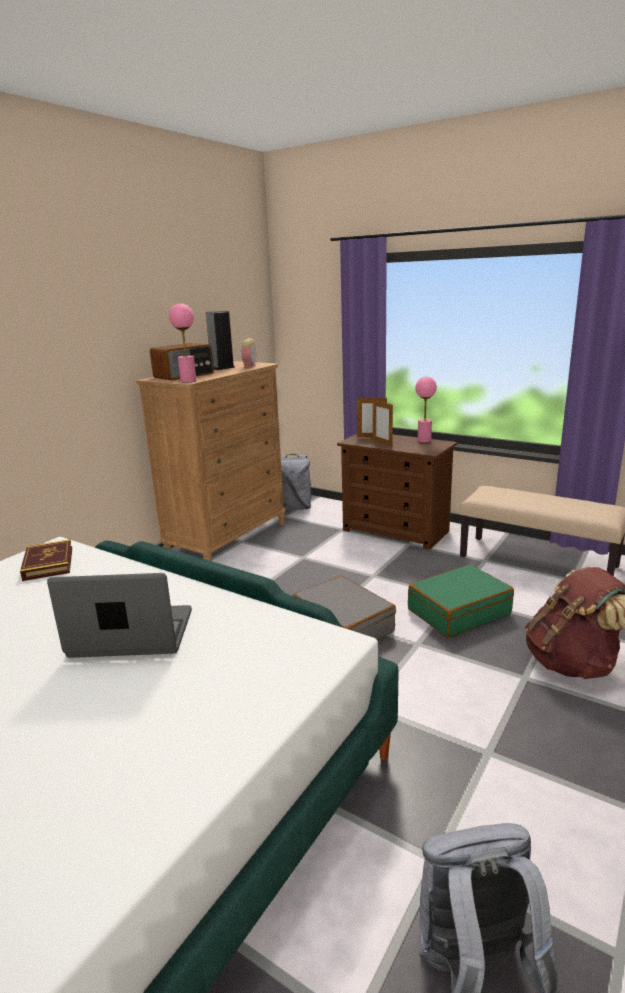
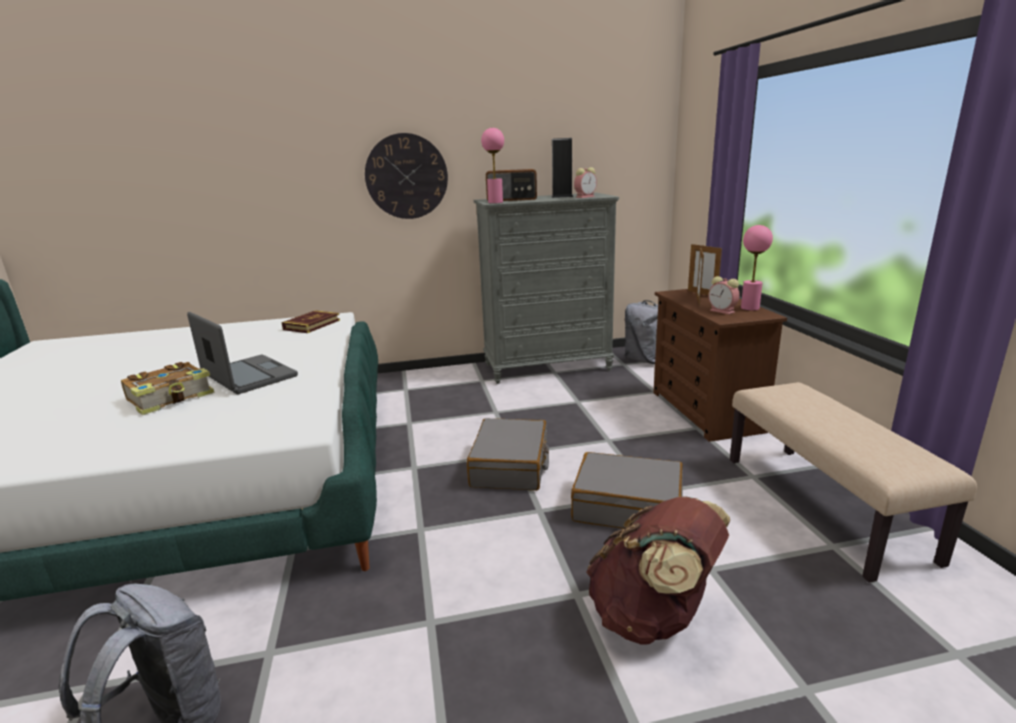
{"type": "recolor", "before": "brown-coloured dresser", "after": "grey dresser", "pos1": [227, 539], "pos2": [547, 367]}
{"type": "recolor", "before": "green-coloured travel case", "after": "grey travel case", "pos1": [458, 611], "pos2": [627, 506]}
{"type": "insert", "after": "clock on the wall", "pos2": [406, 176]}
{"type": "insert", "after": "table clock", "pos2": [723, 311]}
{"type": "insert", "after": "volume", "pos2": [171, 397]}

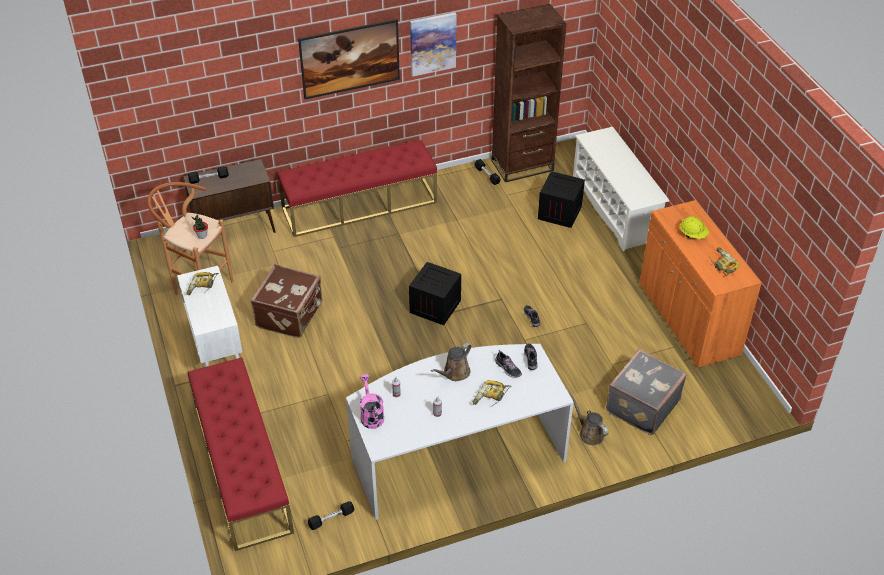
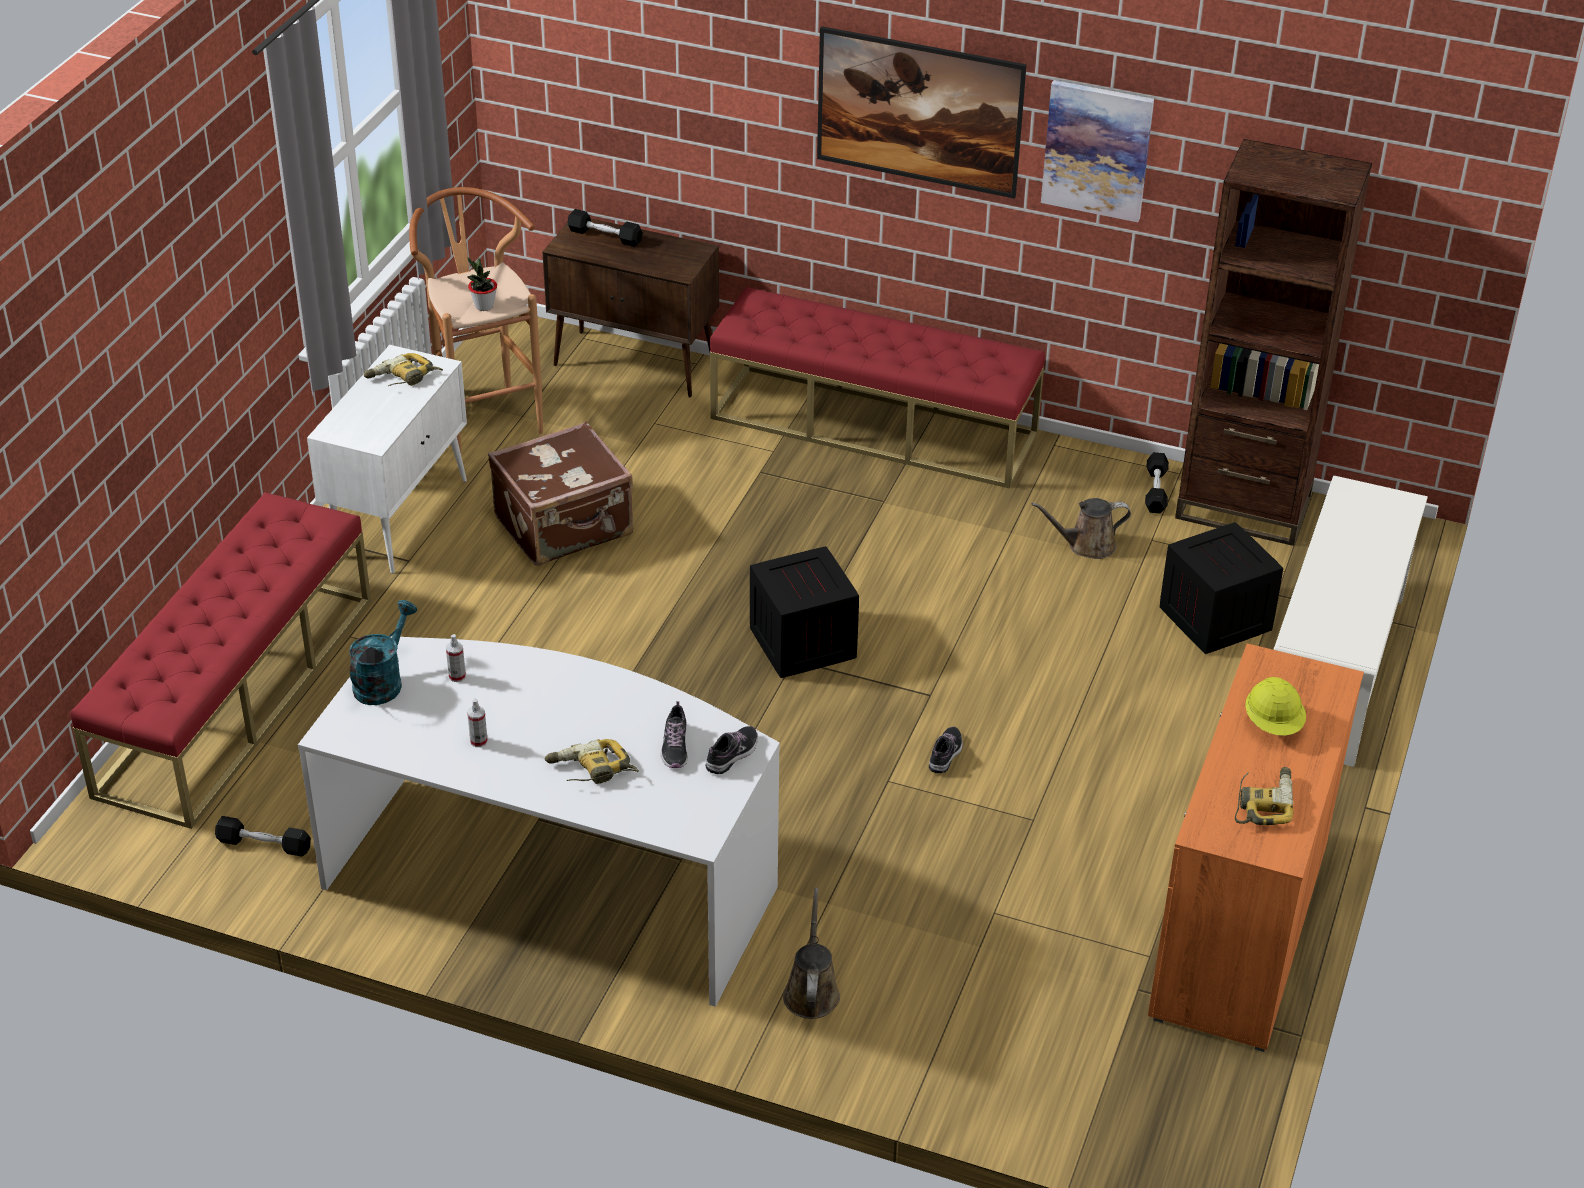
{"type": "move", "before": "brown-coloured watering can", "pos1": [454, 373], "pos2": [1086, 545]}
{"type": "delete", "before": "grey travel case", "pos1": [641, 405]}
{"type": "recolor", "before": "pinkish watering can", "after": "blue-green watering can", "pos1": [371, 414], "pos2": [382, 681]}

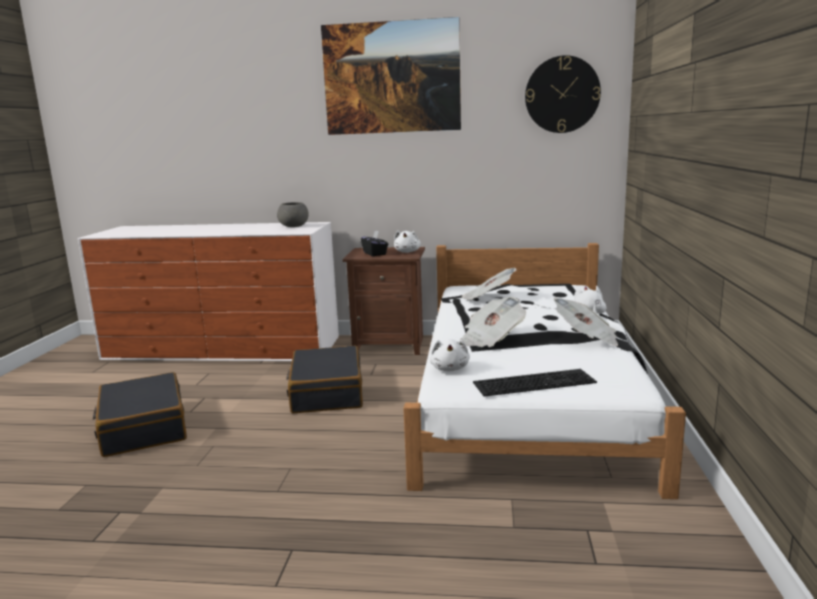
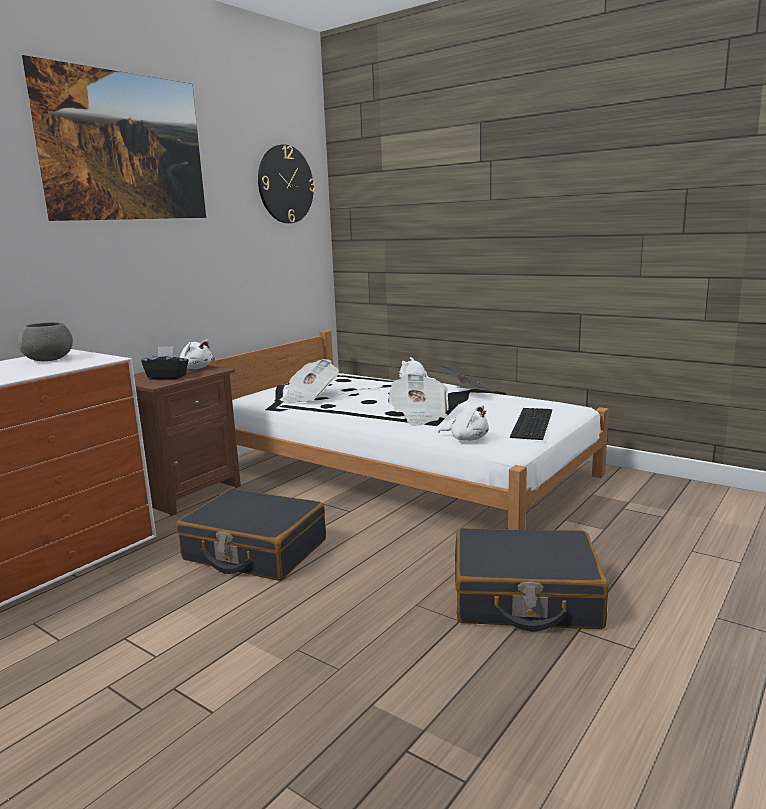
{"type": "move", "before": "black-coloured travel case", "pos1": [143, 428], "pos2": [525, 598]}

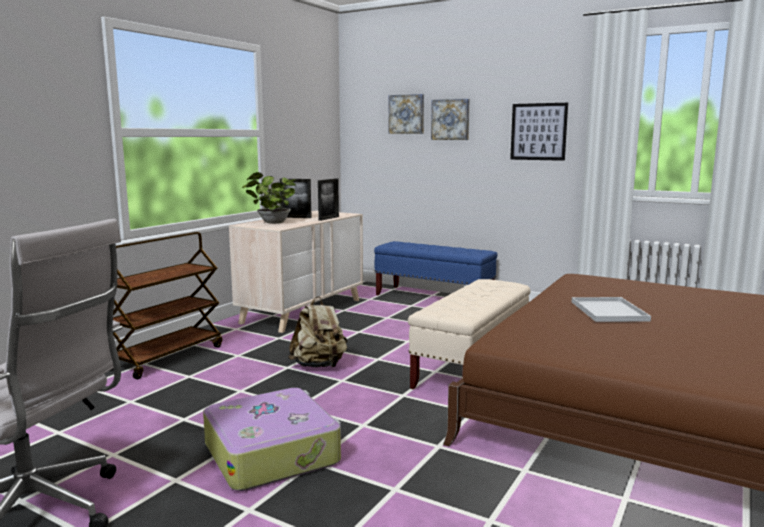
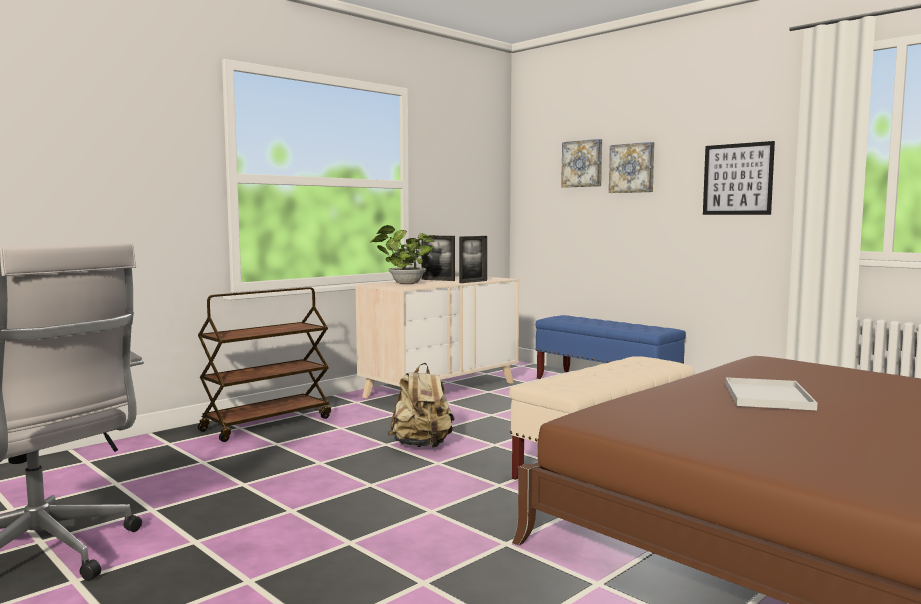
{"type": "delete", "before": "travel case", "pos1": [272, 453]}

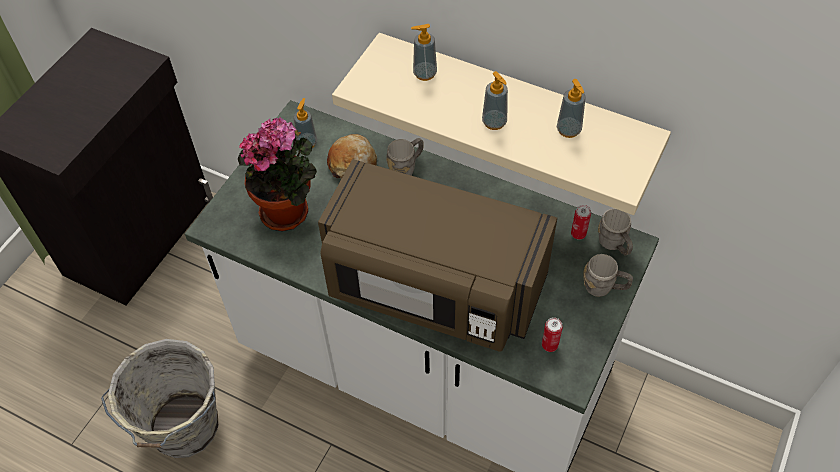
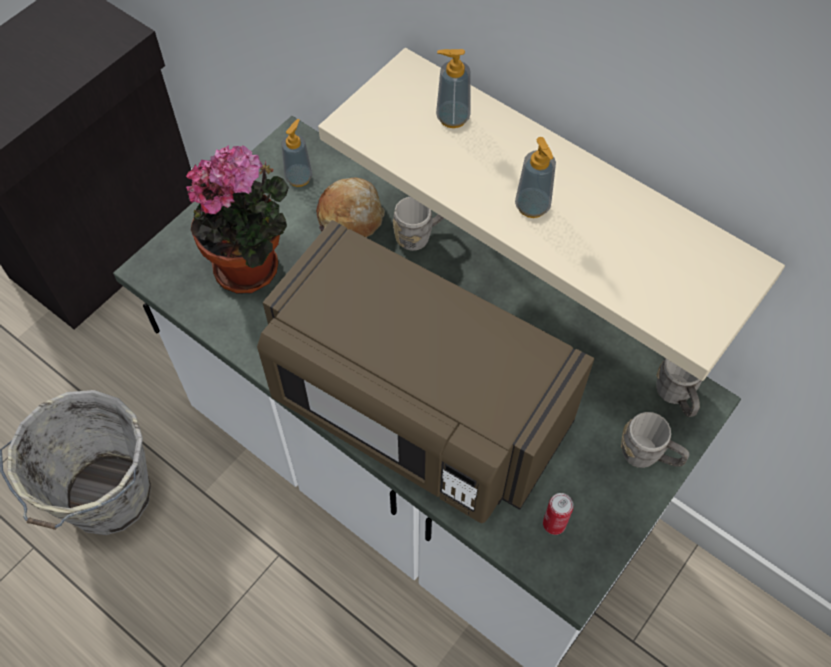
{"type": "delete", "before": "liquid soap bottle", "pos1": [568, 130]}
{"type": "delete", "before": "can", "pos1": [578, 234]}

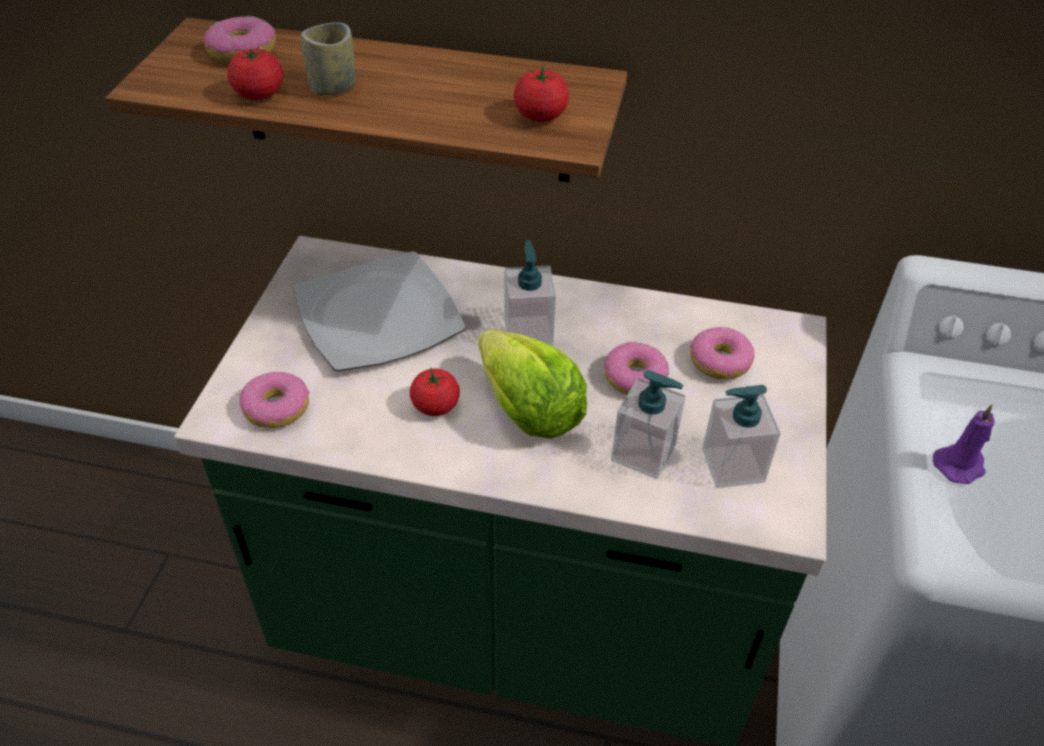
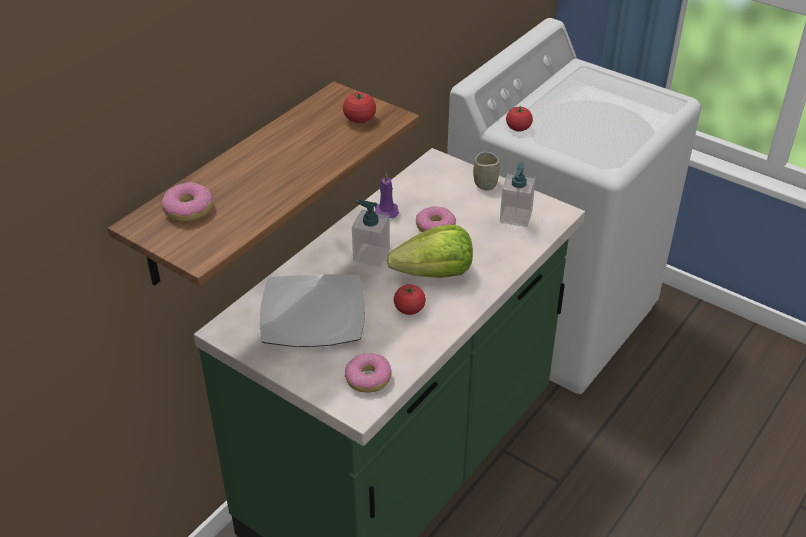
{"type": "move", "before": "cup", "pos1": [333, 87], "pos2": [485, 184]}
{"type": "move", "before": "fresh tomato", "pos1": [259, 94], "pos2": [518, 128]}
{"type": "delete", "before": "ring doughnut", "pos1": [720, 362]}
{"type": "delete", "before": "liquid soap bottle", "pos1": [644, 453]}
{"type": "move", "before": "purplish wax candle", "pos1": [960, 465], "pos2": [386, 211]}

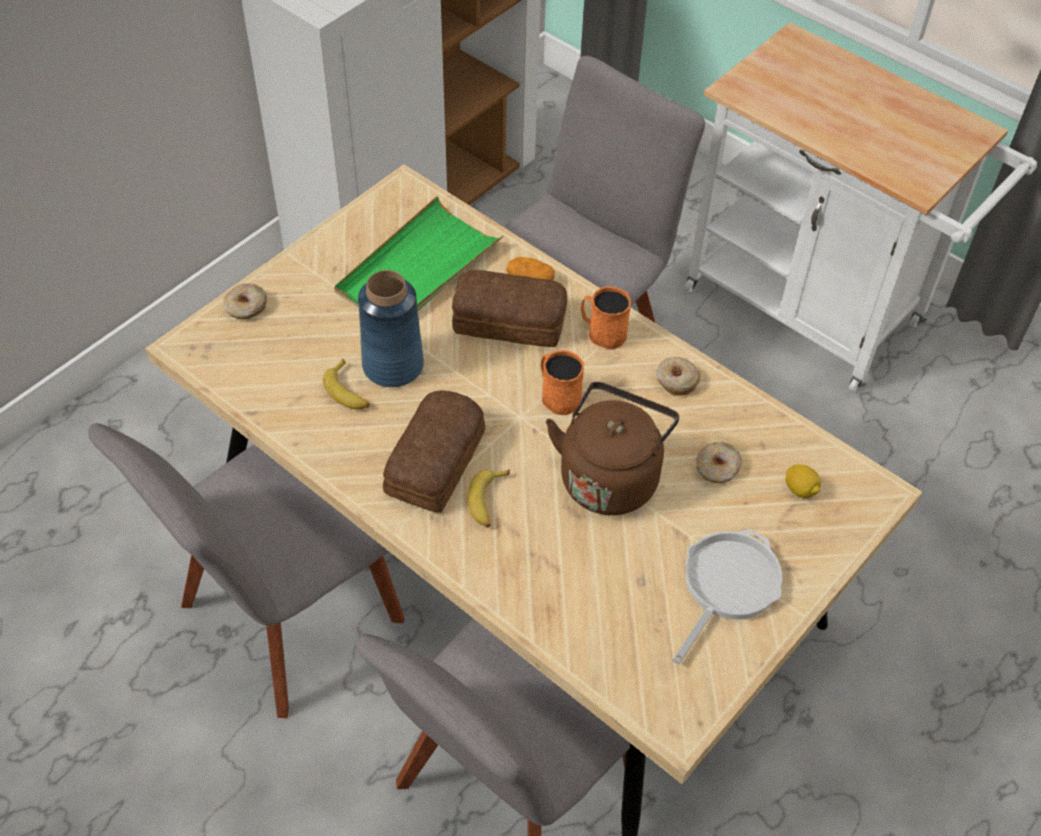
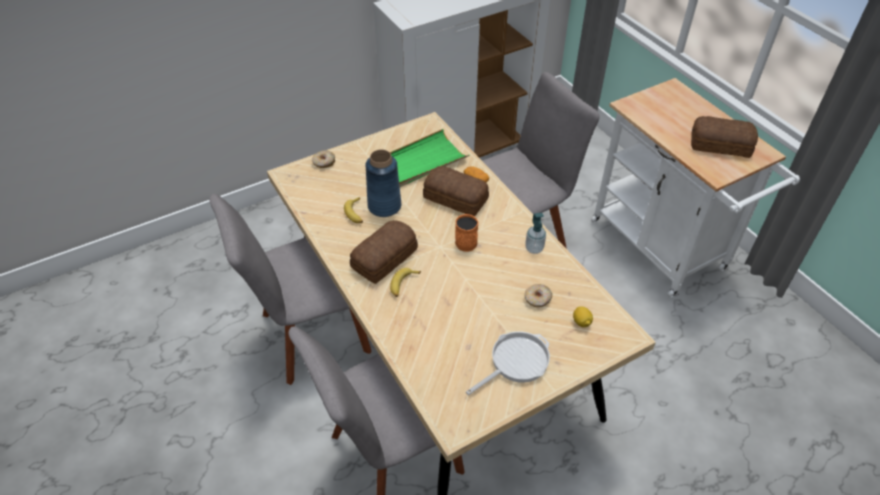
{"type": "delete", "before": "orangey mug", "pos1": [602, 332]}
{"type": "replace", "before": "ring doughnut", "after": "liquid soap bottle", "pos1": [676, 381], "pos2": [534, 248]}
{"type": "delete", "before": "brown-coloured kettle", "pos1": [610, 476]}
{"type": "insert", "after": "bread", "pos2": [719, 144]}

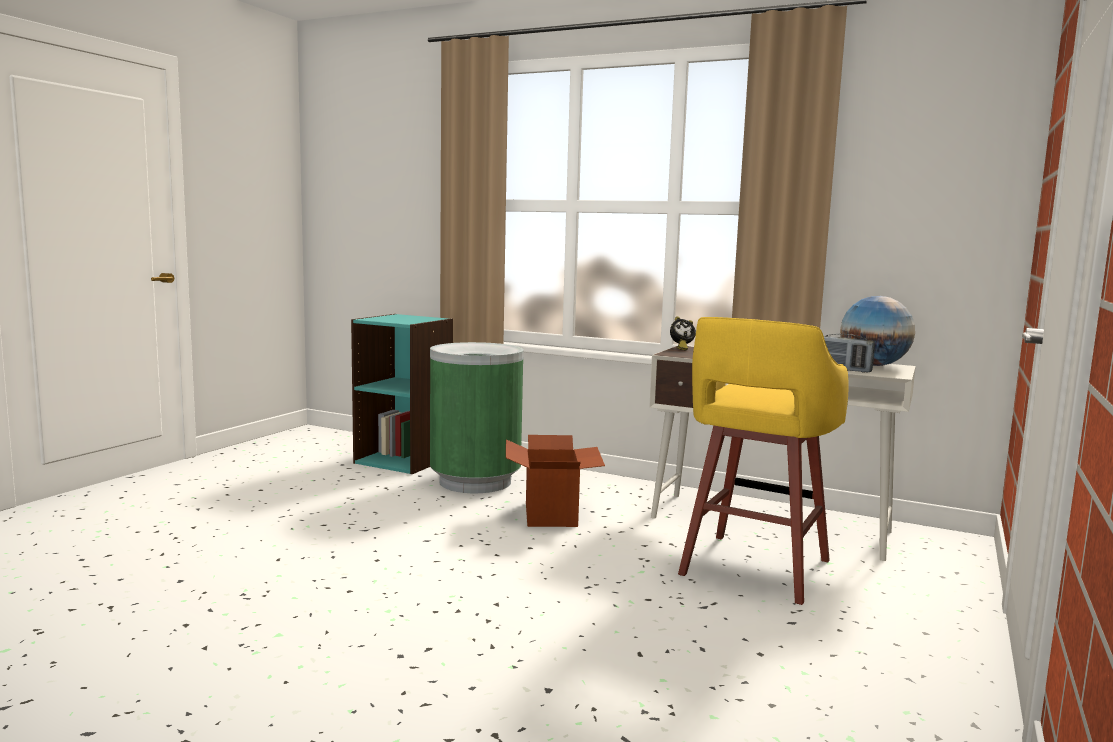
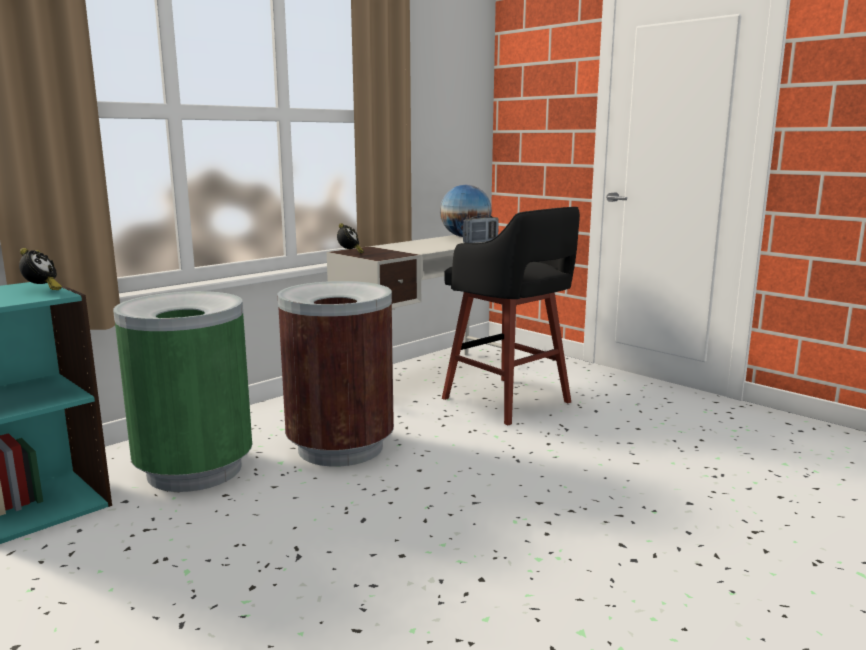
{"type": "recolor", "before": "yellow-coloured stool seat", "after": "black-coloured stool seat", "pos1": [753, 569], "pos2": [509, 402]}
{"type": "replace", "before": "carton", "after": "brown-coloured rubbish bin", "pos1": [552, 514], "pos2": [340, 447]}
{"type": "insert", "after": "table clock", "pos2": [42, 289]}

